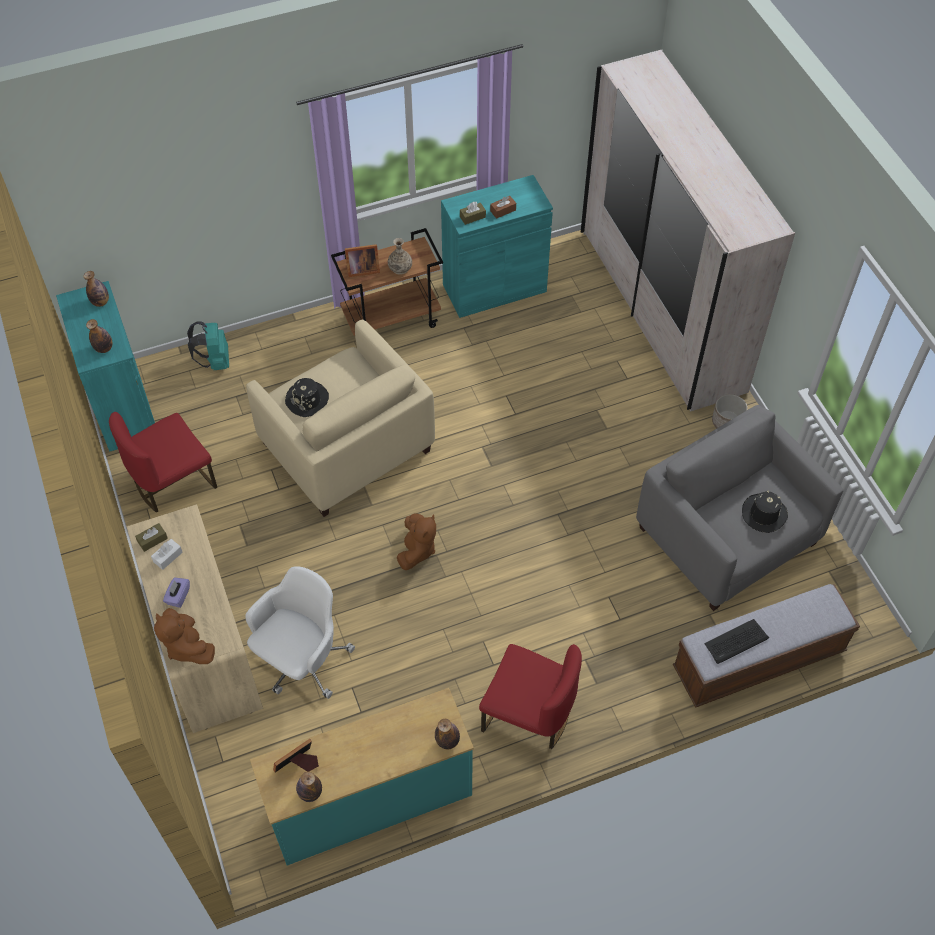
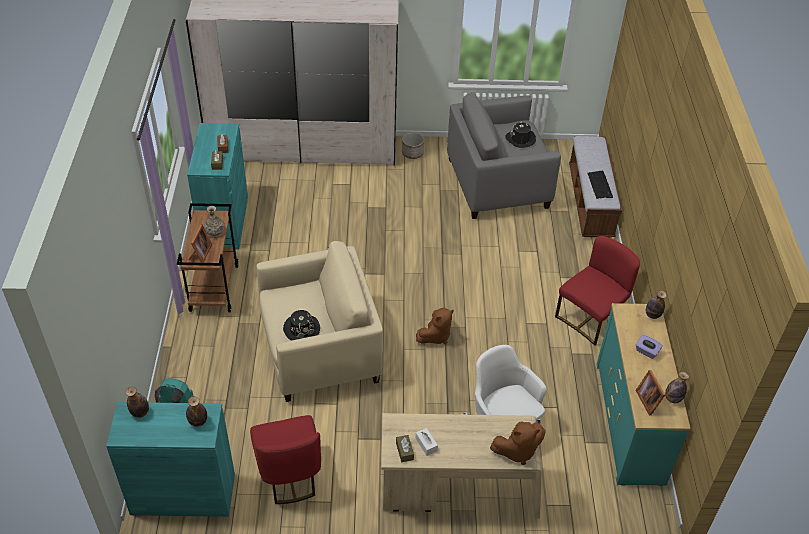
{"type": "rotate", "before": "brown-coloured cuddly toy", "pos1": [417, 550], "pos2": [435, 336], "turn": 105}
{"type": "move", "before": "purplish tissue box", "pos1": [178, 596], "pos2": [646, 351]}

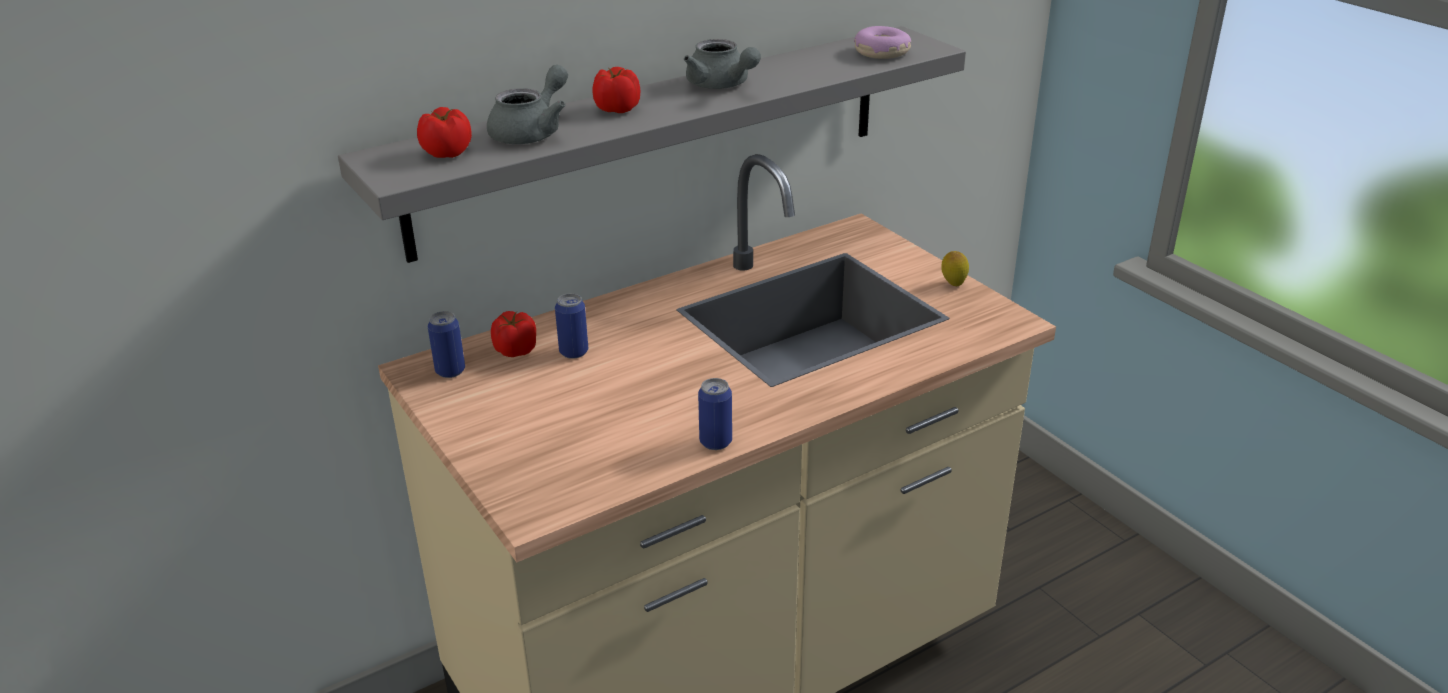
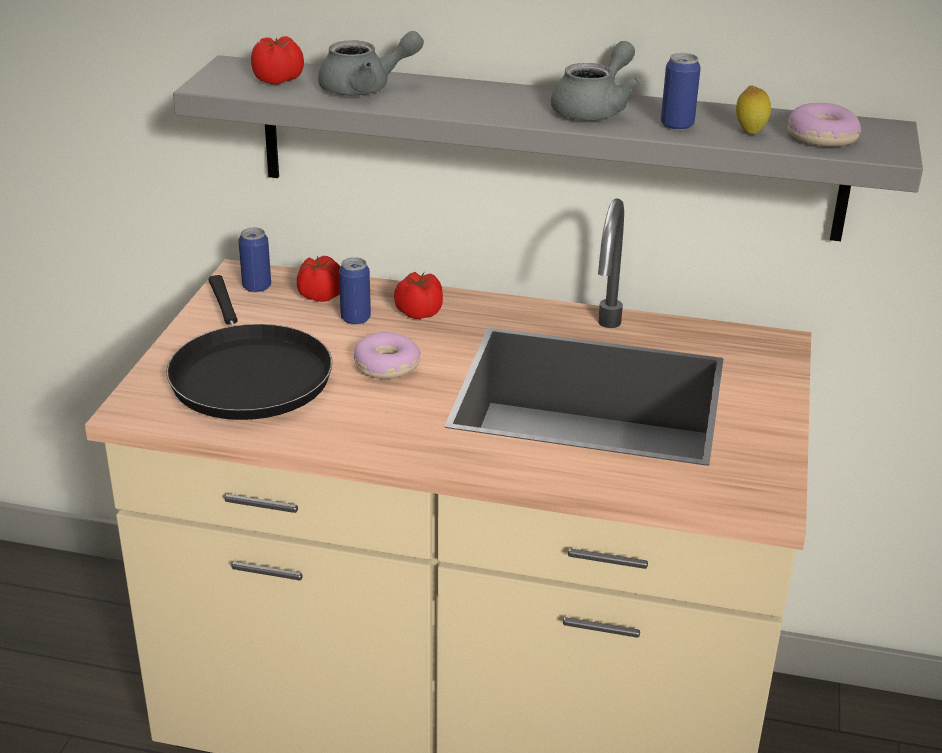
{"type": "rotate", "before": "grey tea pot", "pos1": [721, 85], "pos2": [595, 109], "turn": -150}
{"type": "move", "before": "fresh tomato", "pos1": [616, 109], "pos2": [418, 312]}
{"type": "move", "before": "citrus fruit", "pos1": [953, 284], "pos2": [750, 132]}
{"type": "move", "before": "can", "pos1": [715, 442], "pos2": [677, 125]}
{"type": "insert", "after": "black-coloured pan", "pos2": [247, 374]}
{"type": "insert", "after": "ring doughnut", "pos2": [386, 366]}

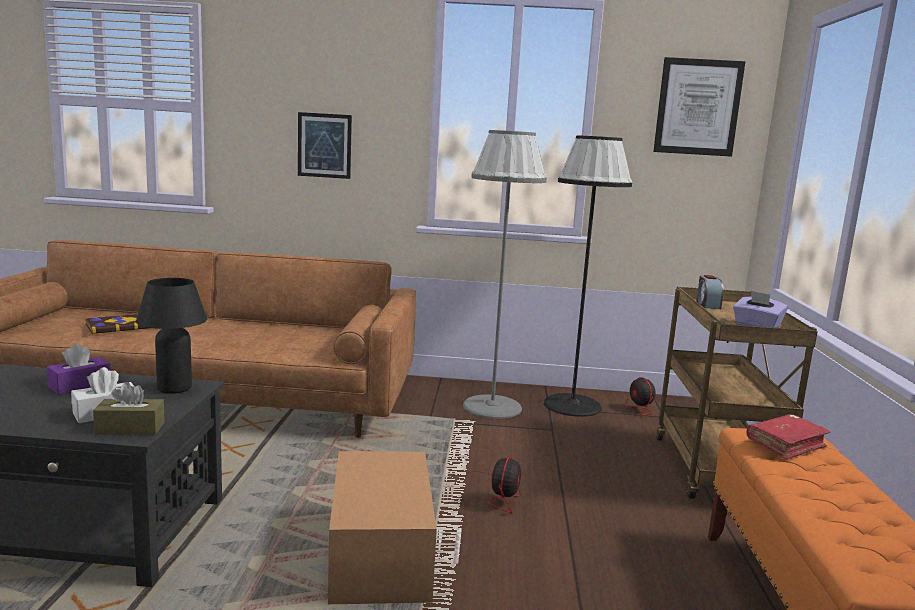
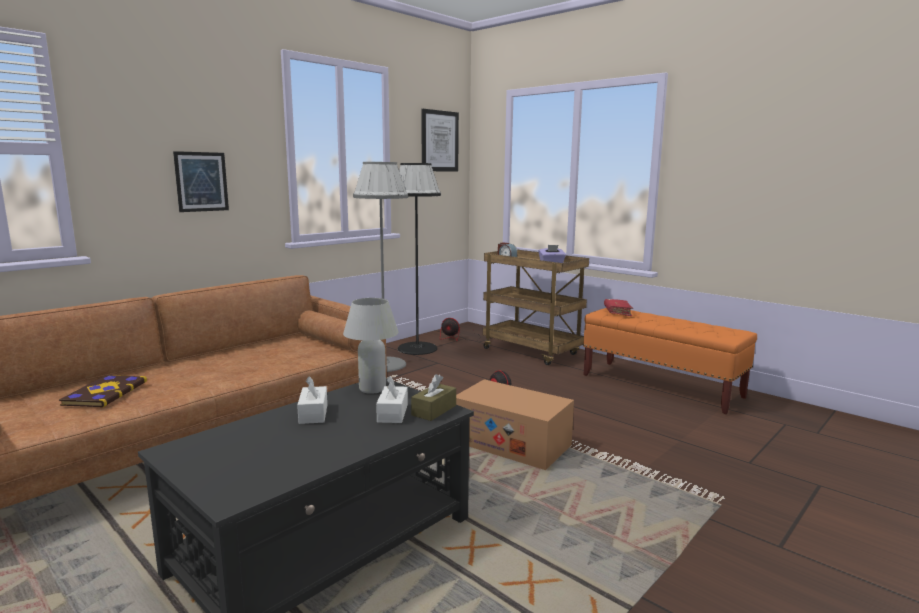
{"type": "recolor", "before": "black-coloured tabletop lamp", "after": "whitish tabletop lamp", "pos1": [174, 388], "pos2": [372, 389]}
{"type": "recolor", "before": "purplish tissue box", "after": "whitish tissue box", "pos1": [80, 385], "pos2": [313, 413]}

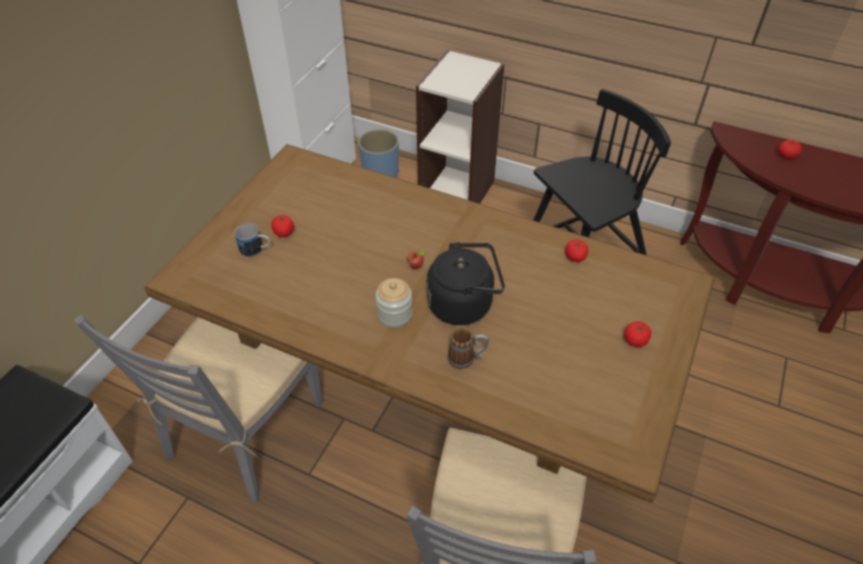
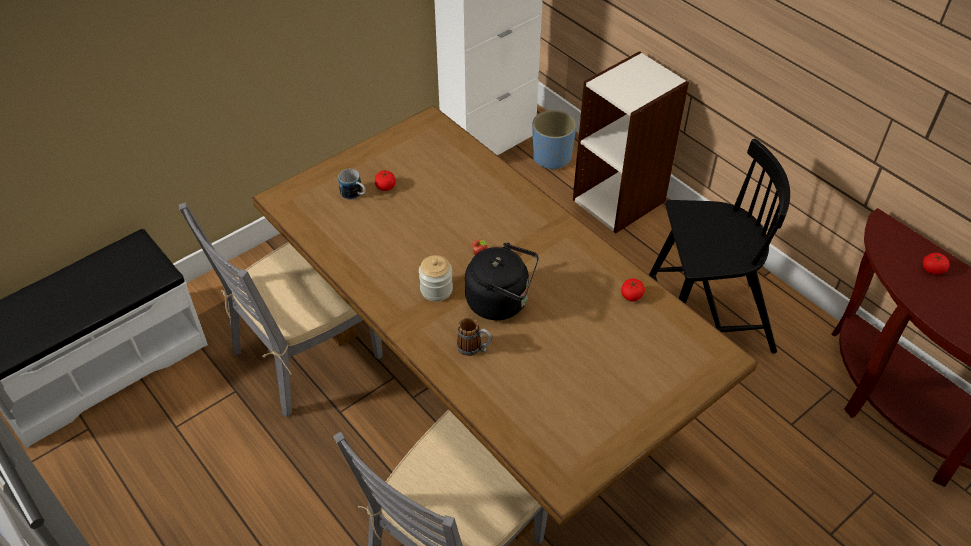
{"type": "delete", "before": "fresh tomato", "pos1": [635, 340]}

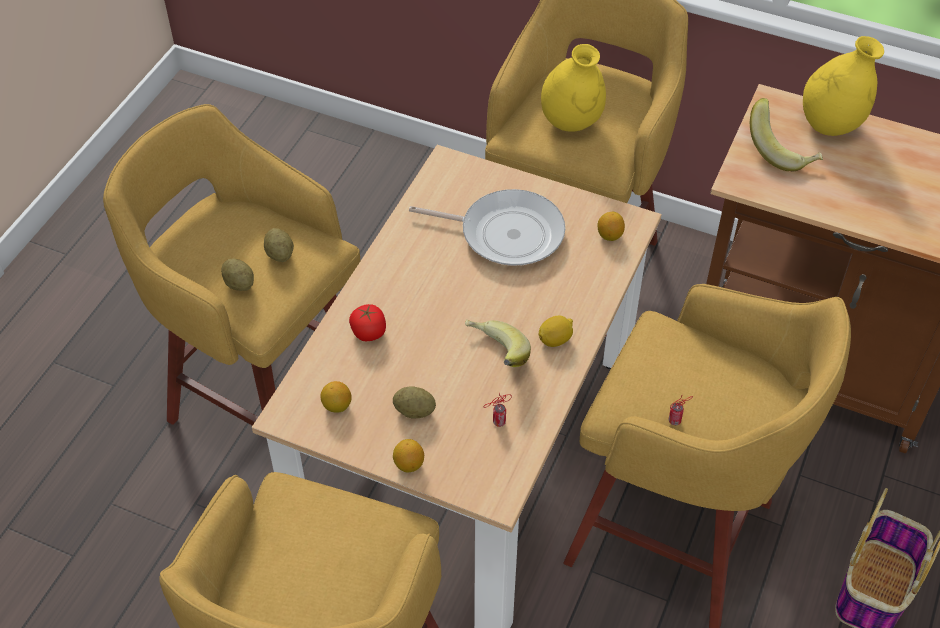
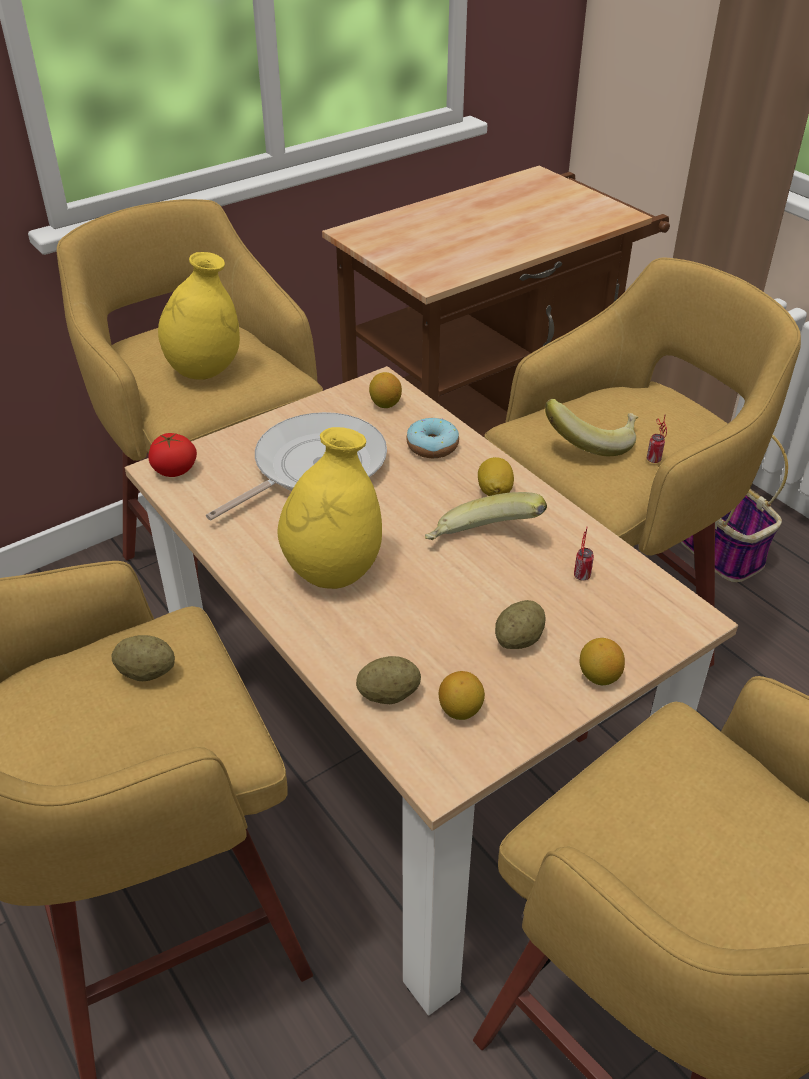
{"type": "move", "before": "yellow-coloured vase", "pos1": [830, 125], "pos2": [333, 571]}
{"type": "move", "before": "whole banana", "pos1": [782, 151], "pos2": [591, 442]}
{"type": "move", "before": "potato", "pos1": [239, 284], "pos2": [388, 695]}
{"type": "move", "before": "fresh tomato", "pos1": [369, 333], "pos2": [175, 470]}
{"type": "insert", "after": "ring doughnut", "pos2": [432, 446]}

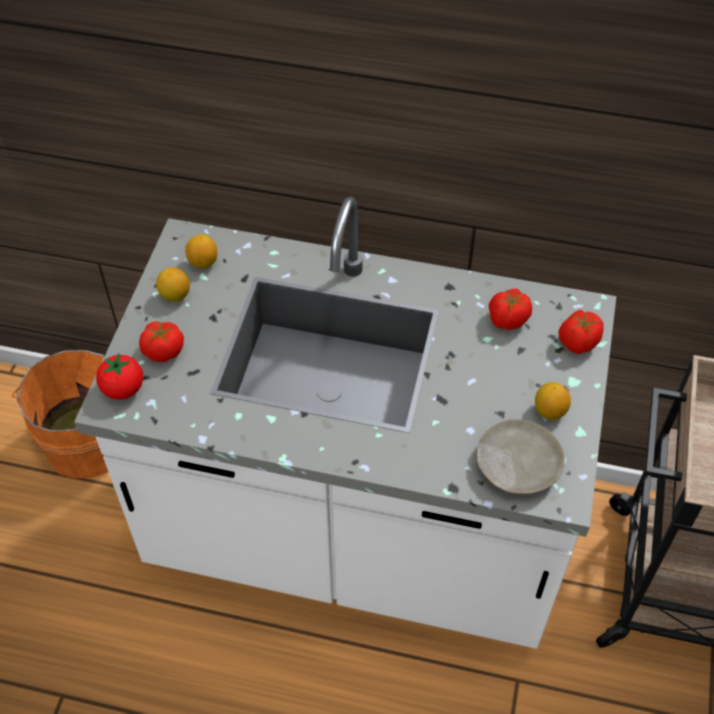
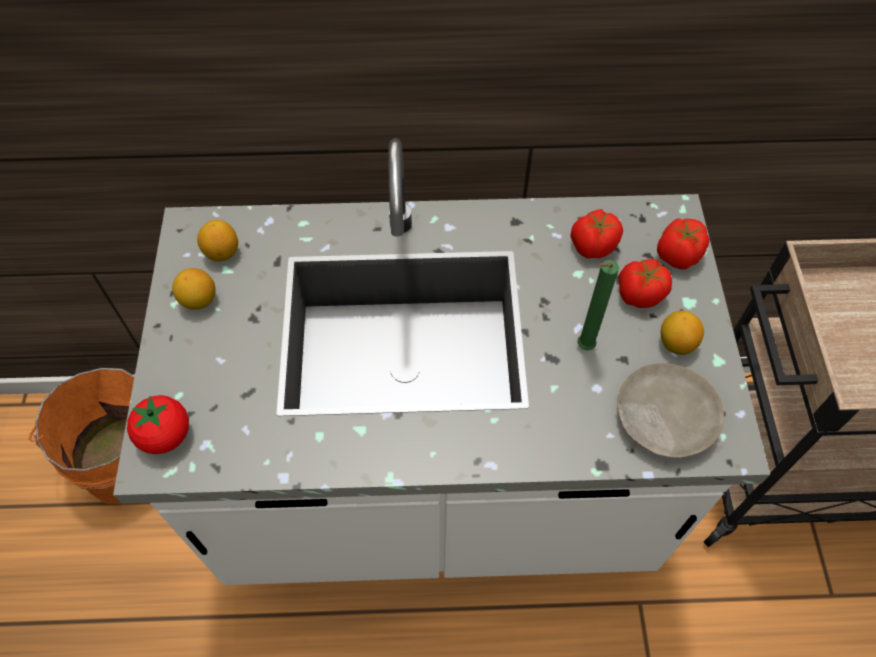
{"type": "move", "before": "fresh tomato", "pos1": [163, 351], "pos2": [639, 294]}
{"type": "insert", "after": "green-coloured wax candle", "pos2": [582, 347]}

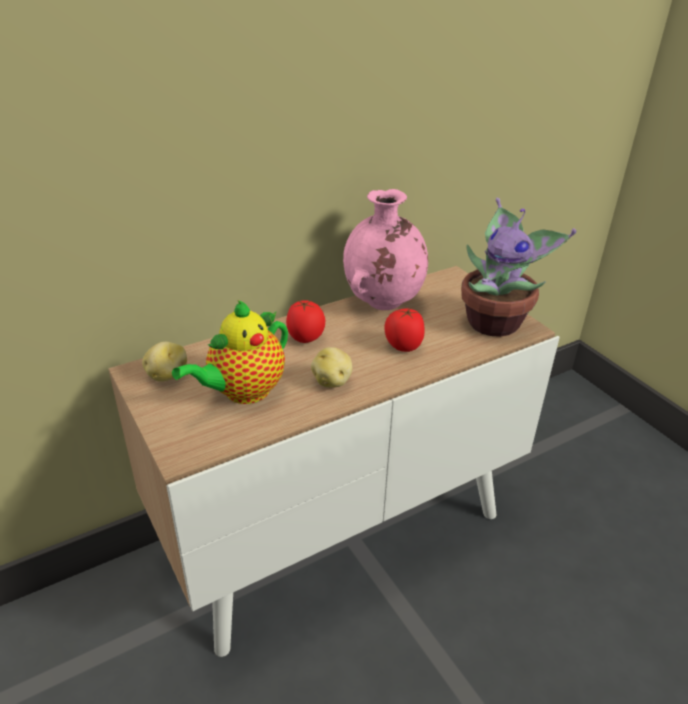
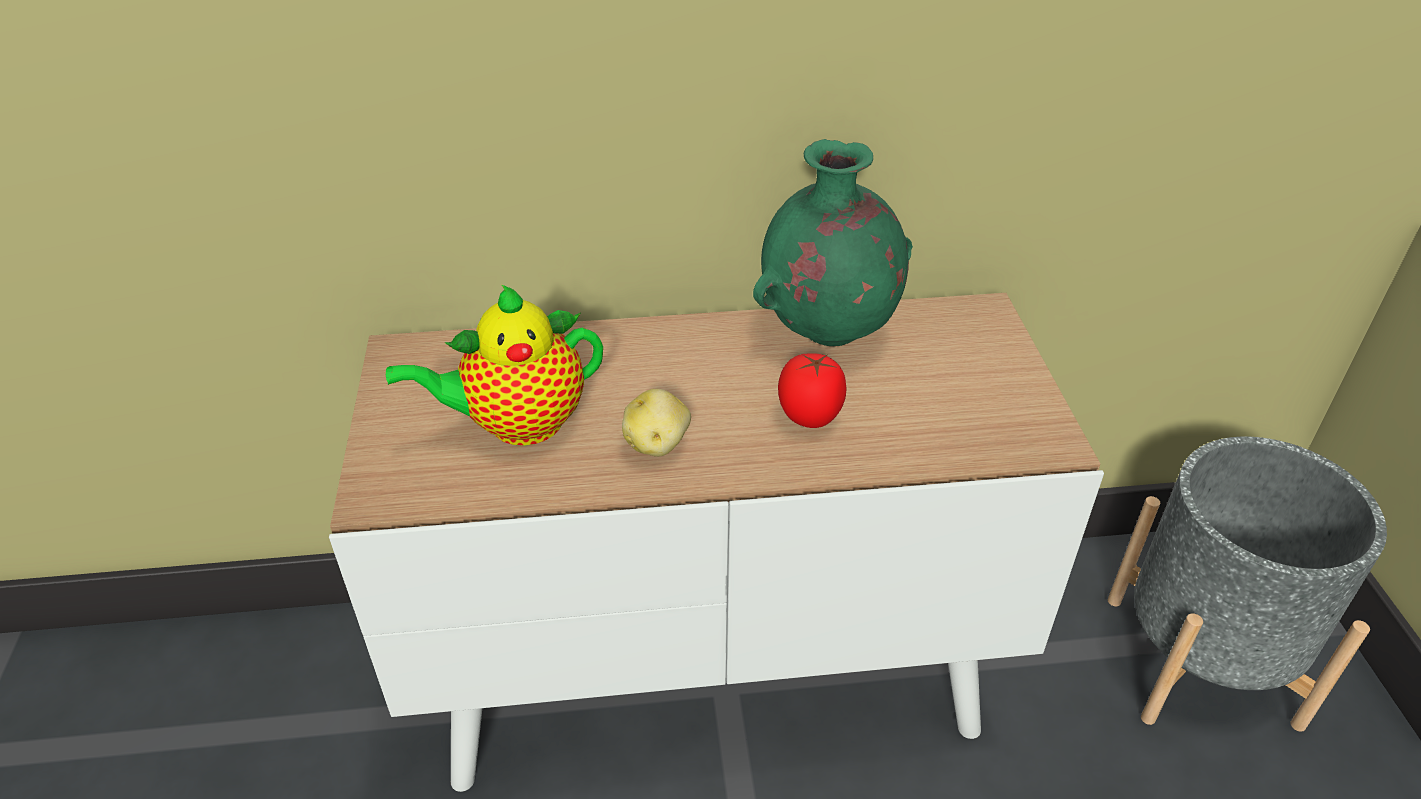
{"type": "recolor", "before": "pinkish vase", "after": "green-coloured vase", "pos1": [382, 304], "pos2": [827, 333]}
{"type": "delete", "before": "houseplant", "pos1": [496, 322]}
{"type": "delete", "before": "fresh tomato", "pos1": [305, 339]}
{"type": "delete", "before": "potato", "pos1": [166, 375]}
{"type": "insert", "after": "grey planter", "pos2": [1201, 660]}

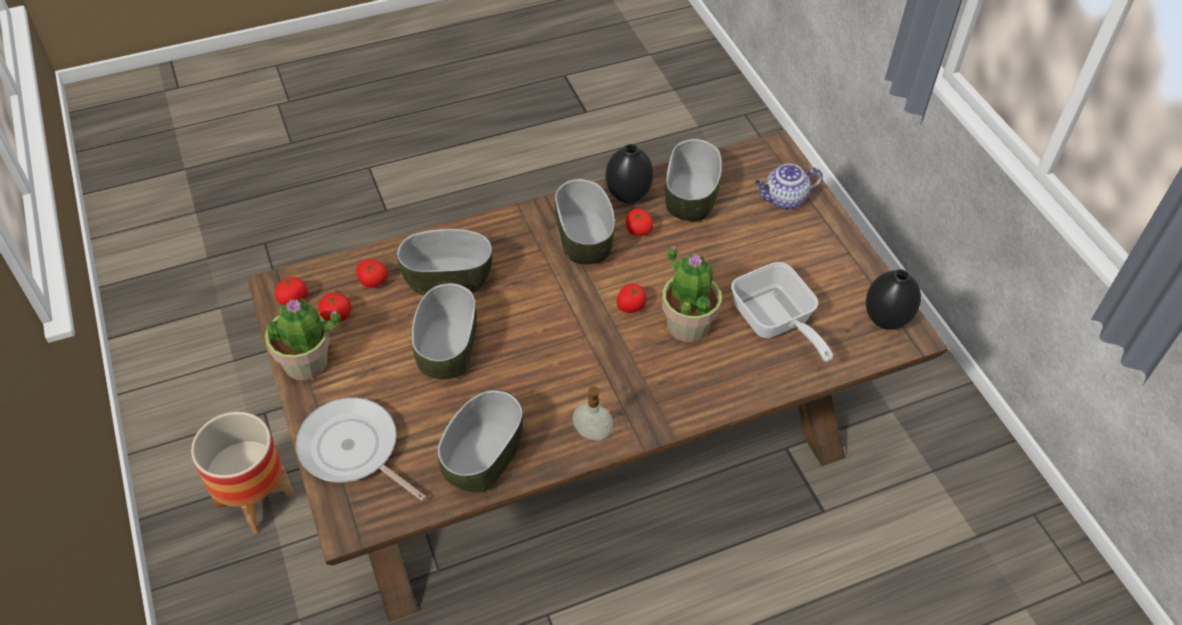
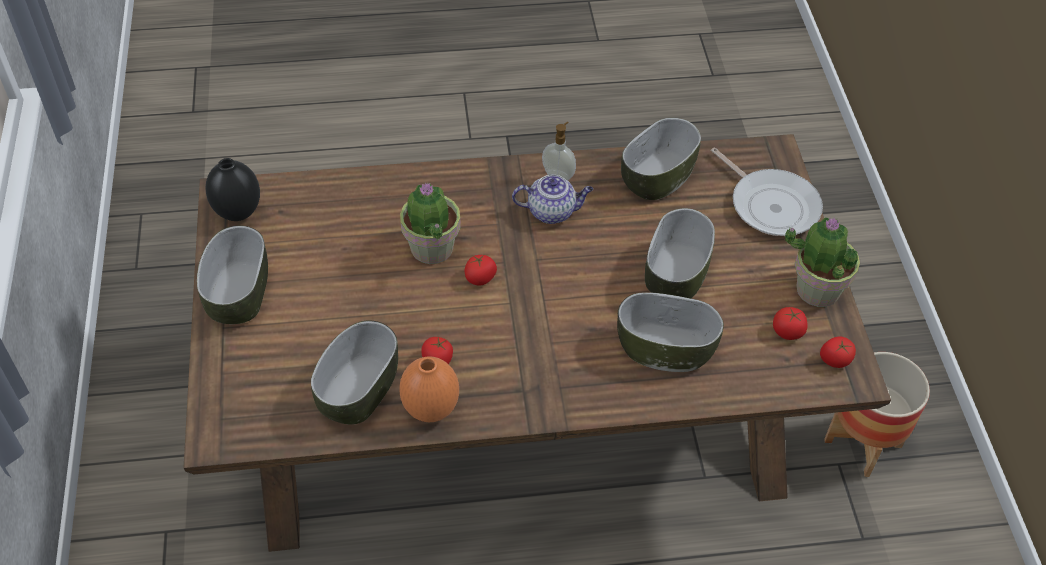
{"type": "recolor", "before": "black-coloured vase", "after": "orangey vase", "pos1": [627, 195], "pos2": [431, 410]}
{"type": "move", "before": "tea pot", "pos1": [784, 200], "pos2": [552, 211]}
{"type": "move", "before": "serving bowl", "pos1": [583, 240], "pos2": [239, 294]}
{"type": "delete", "before": "fresh tomato", "pos1": [372, 281]}
{"type": "delete", "before": "pan", "pos1": [775, 323]}

